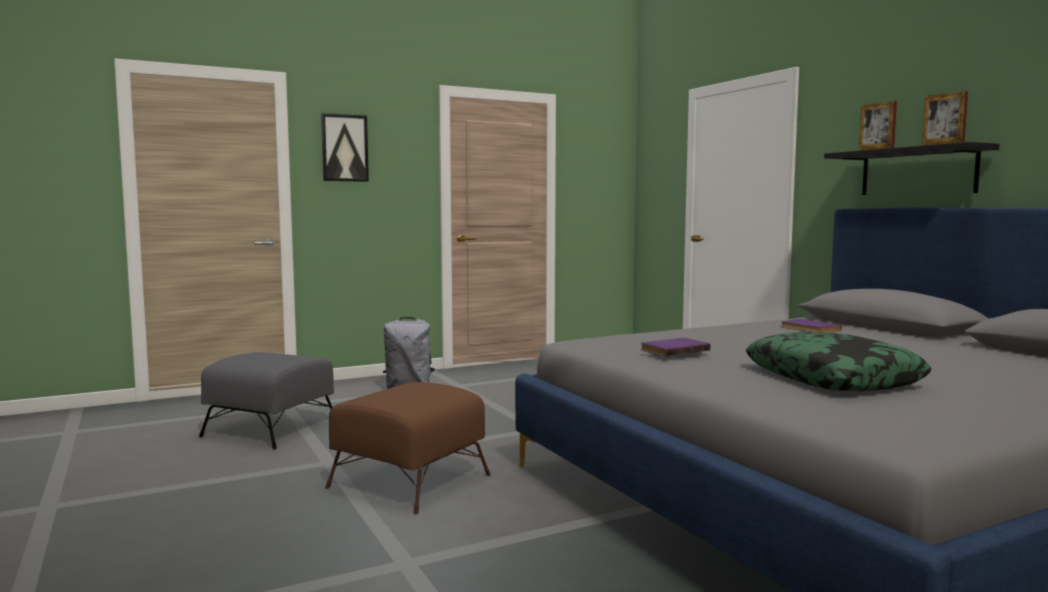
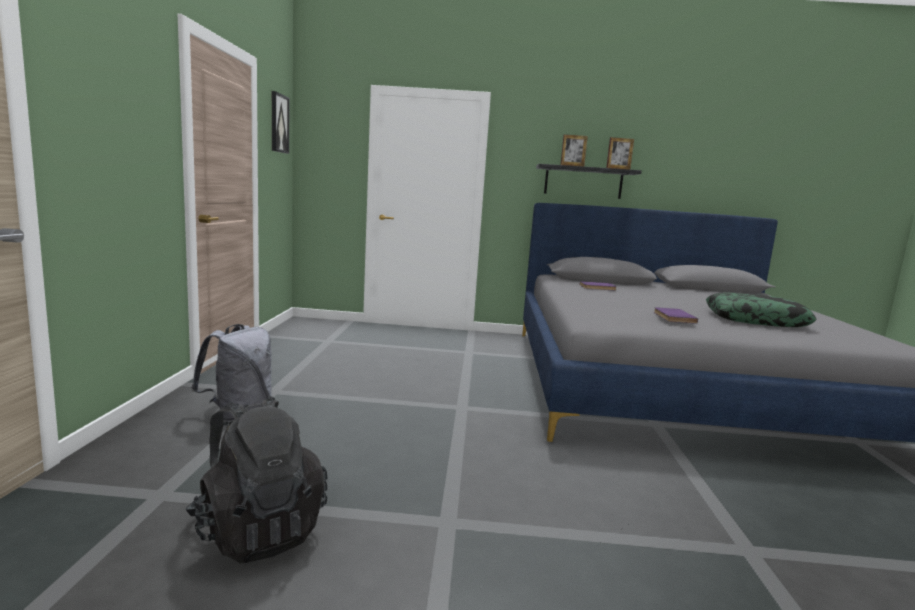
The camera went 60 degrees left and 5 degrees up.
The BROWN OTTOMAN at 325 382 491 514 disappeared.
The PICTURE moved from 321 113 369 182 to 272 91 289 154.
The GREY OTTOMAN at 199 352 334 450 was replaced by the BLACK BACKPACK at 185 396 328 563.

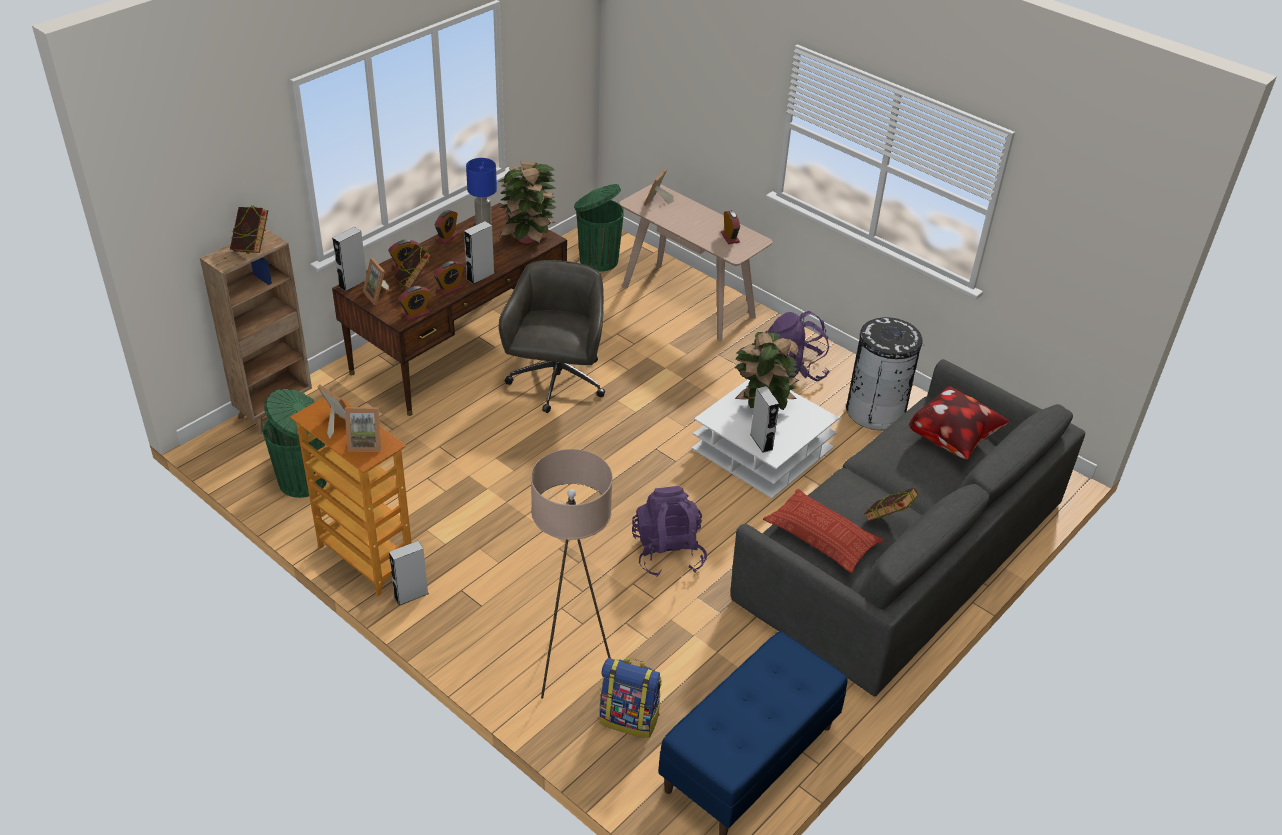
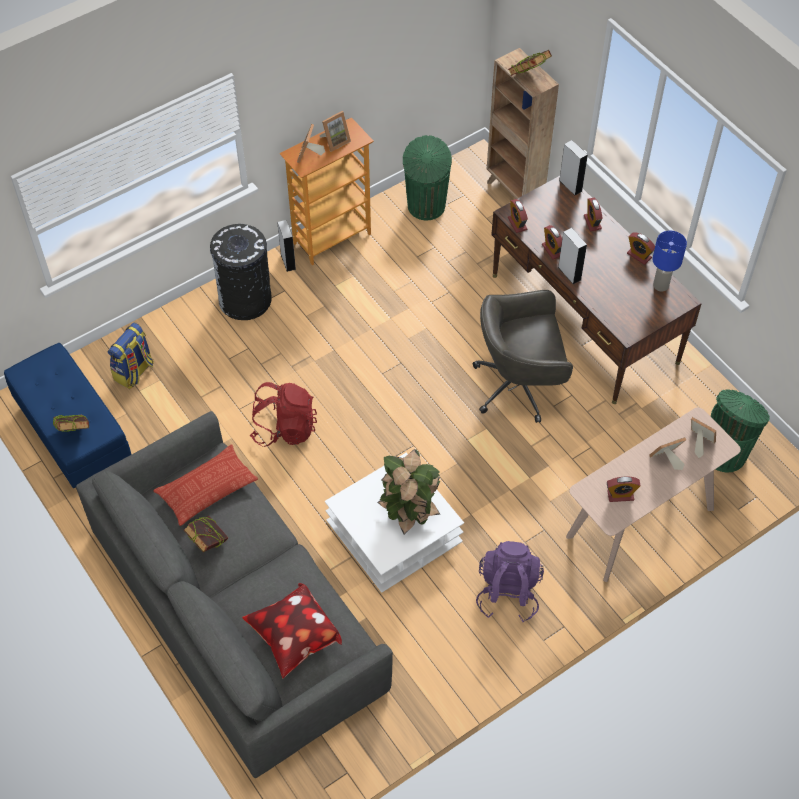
The camera went 105 degrees right and 15 degrees up.
The POTTED PLANT at 499 161 557 244 disappeared.
The BEIGE FLOOR LAMP at 531 449 613 699 disappeared.
The GREY SPEAKER at 750 386 779 453 disappeared.
The PICTURE FRAME moved from 363 258 389 305 to 650 437 686 470.
The BOOK moved from 394 244 432 288 to 53 415 89 432.
The BLACK TRASH CAN moved from 846 317 924 430 to 210 224 272 320.
The PURPLE BACKPACK at 632 486 707 577 became the RED BACKPACK at 250 382 317 447.
The GREY OFFICE CHAIR at 499 260 605 413 turned 150 degrees clockwise.

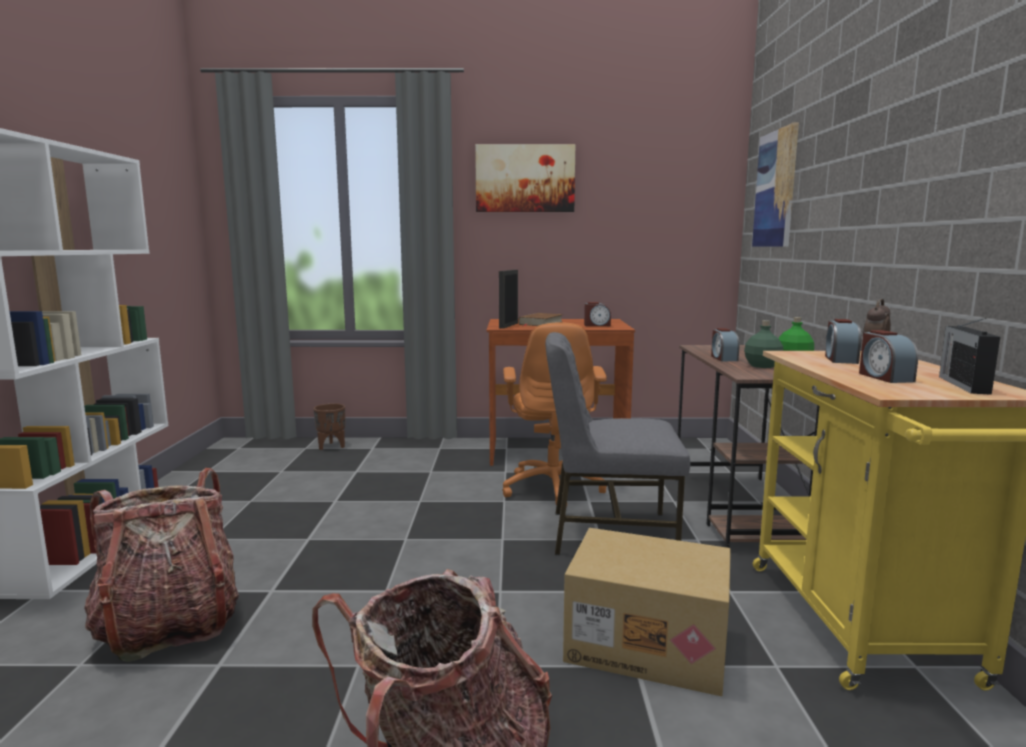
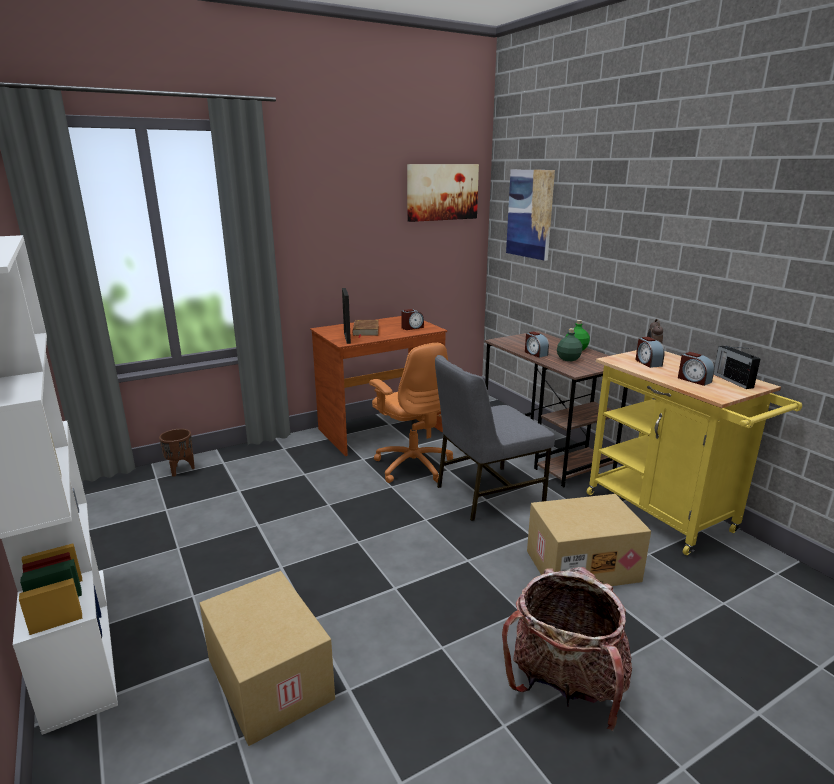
The camera went 30 degrees left and 10 degrees up.
The PICTURE moved from 475 144 575 212 to 407 164 479 222.
The BACKPACK at 84 468 239 662 was replaced by the CARDBOARD BOX at 199 571 335 746.

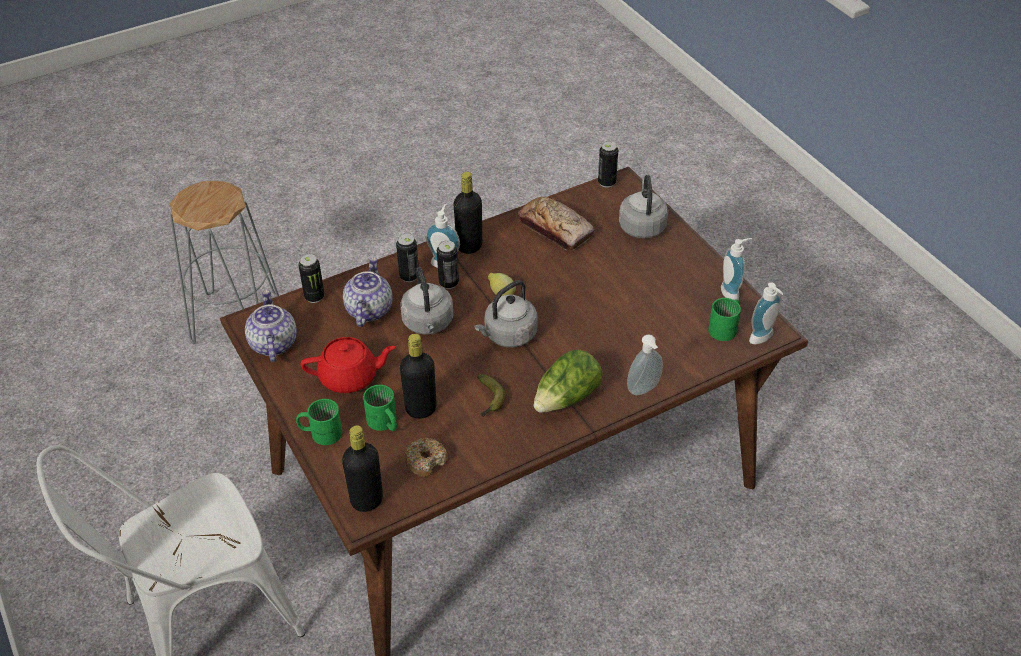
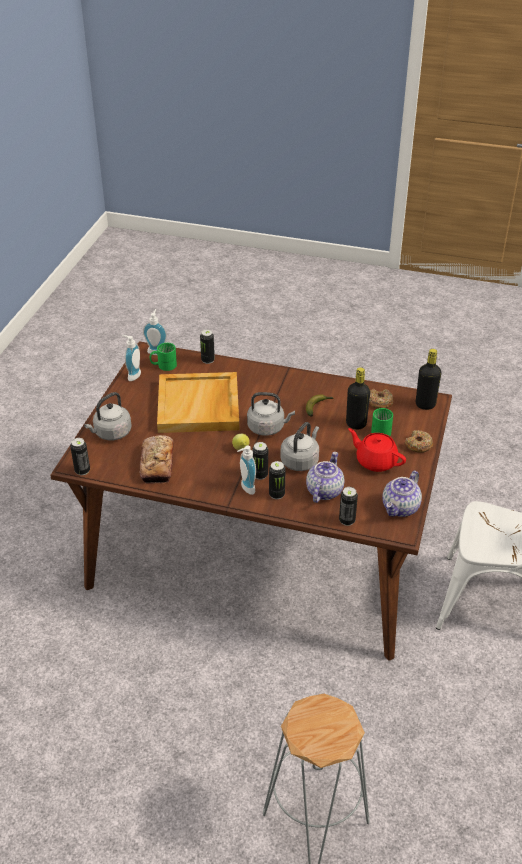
The camera went 135 degrees left and 5 degrees down.
The BLACK BOTTLE at 454 172 482 254 disappeared.
The LETTUCE at 533 350 603 413 disappeared.
The SOAP DISPENSER at 627 334 663 395 disappeared.
The BEIGE TRAY at 157 372 239 433 appeared.
The CAN at 200 330 215 364 appeared.
The GREEN MUG at 296 399 342 445 was replaced by the DONUT at 405 430 433 453.
The TEAPOT at 343 257 392 327 turned 150 degrees clockwise.

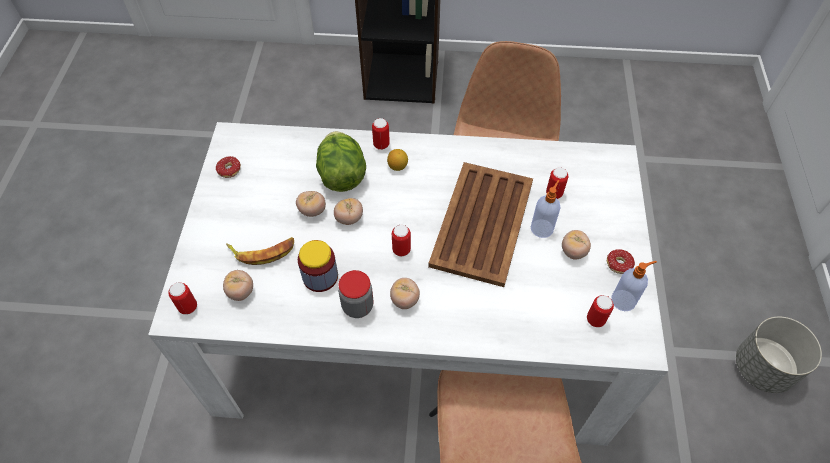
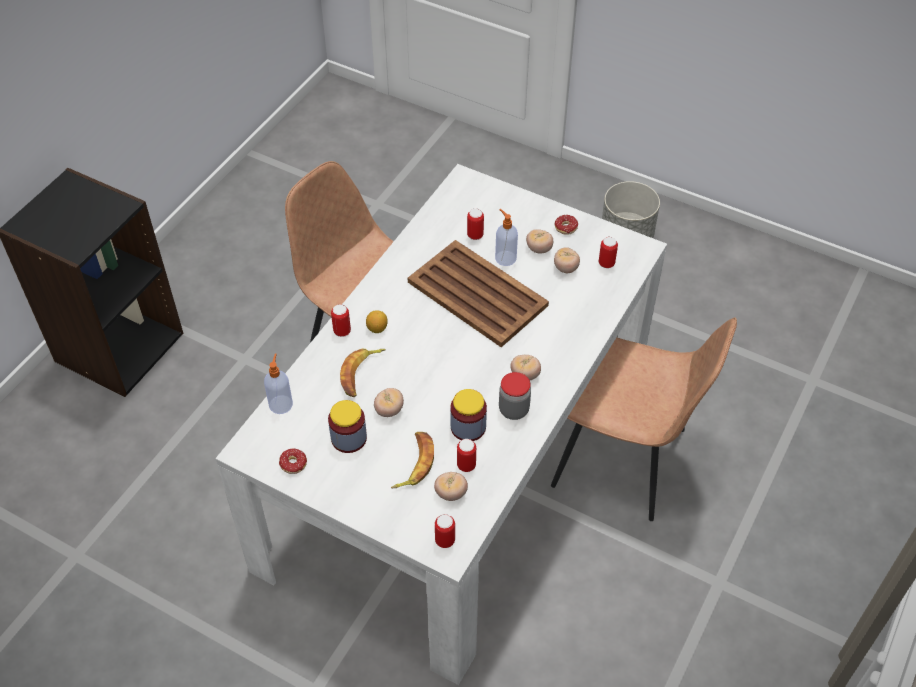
The camera went 65 degrees left and 5 degrees down.
The JAR at 328 400 367 453 appeared.
The TOMATO moved from 334 198 363 225 to 554 247 580 273.
The CAN moved from 392 225 411 256 to 457 439 476 472.
The SOAP DISPENSER moved from 611 261 657 311 to 264 353 293 414.
The LETTUCE at 316 131 366 192 was replaced by the BANANA at 340 348 386 397.

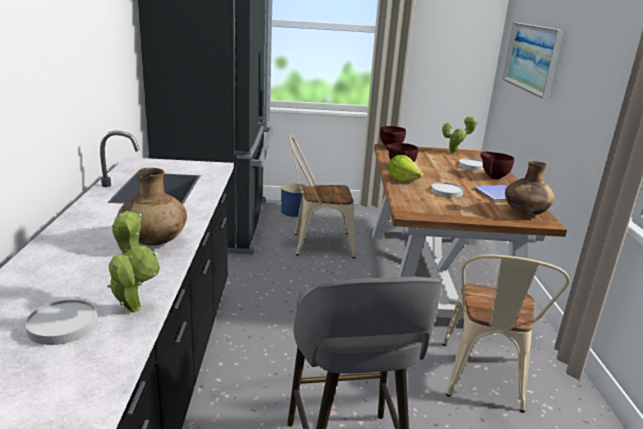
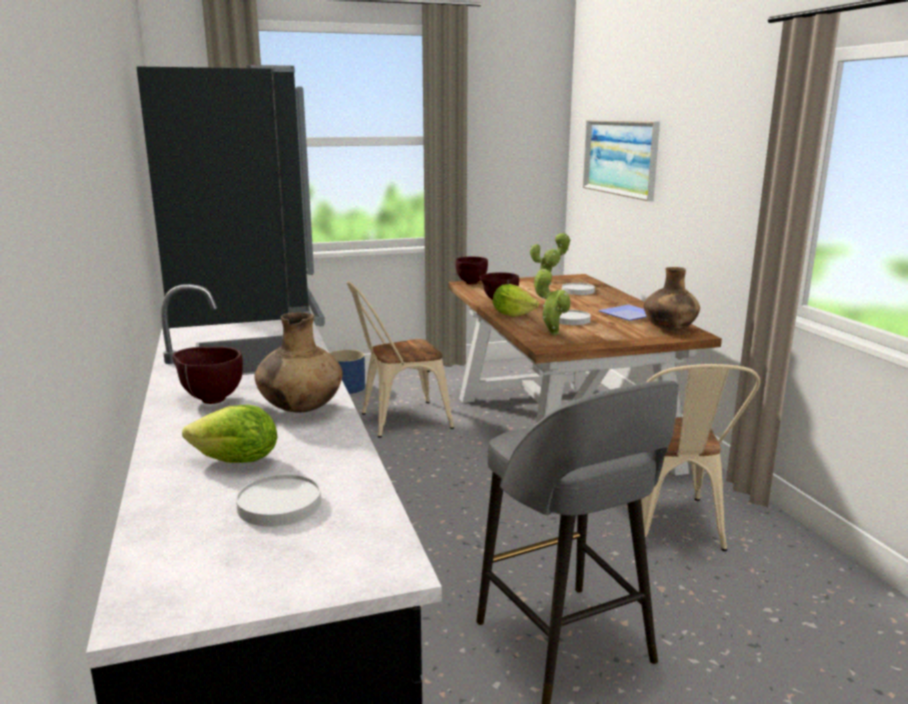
The camera went 15 degrees left and 5 degrees down.
The LETTUCE at 182 405 277 463 appeared.
The POTTED PLANT moved from 107 211 160 312 to 534 269 571 335.
The BROWN BOWL moved from 480 152 514 179 to 172 347 243 404.

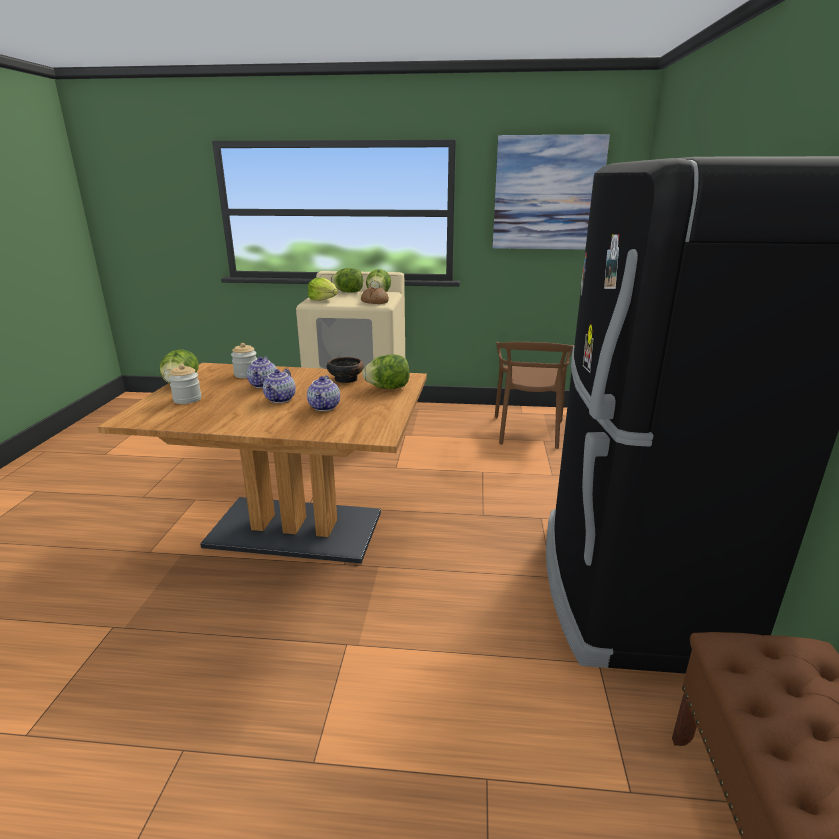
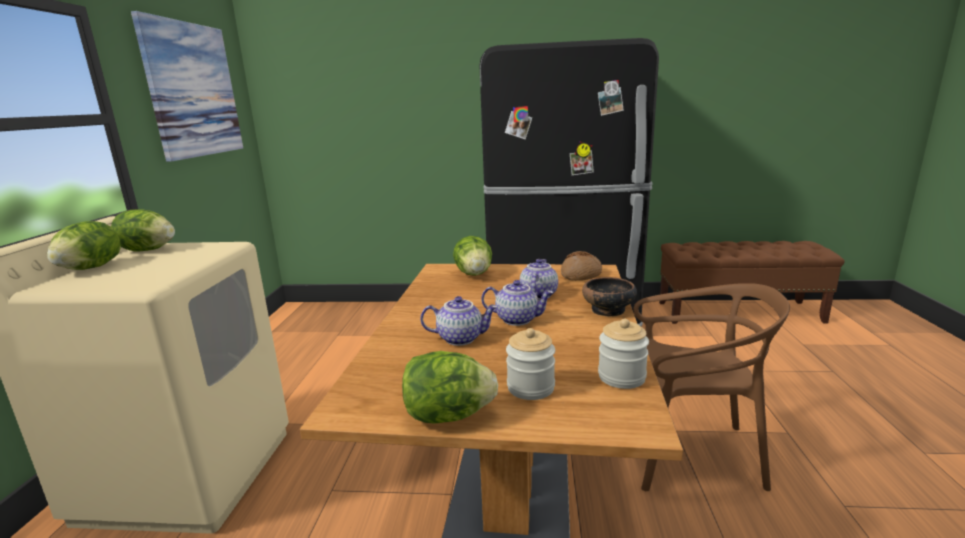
The camera went 90 degrees left and 5 degrees down.
The LETTUCE at 308 278 338 301 disappeared.
The JAR moved from 231 343 257 378 to 598 319 649 389.
The BOWL moved from 327 357 364 383 to 582 277 637 317.
The BREAD moved from 361 287 389 304 to 561 251 602 281.
The BROWN CHAIR moved from 495 342 574 449 to 633 283 790 491.
The TEAPOT at 307 375 340 411 turned 75 degrees counterclockwise.

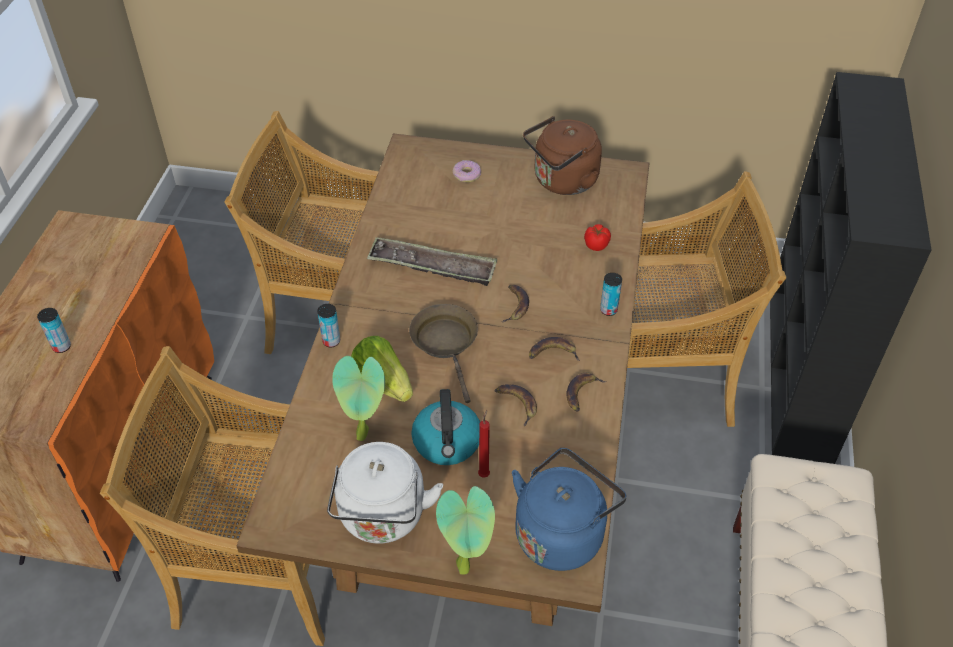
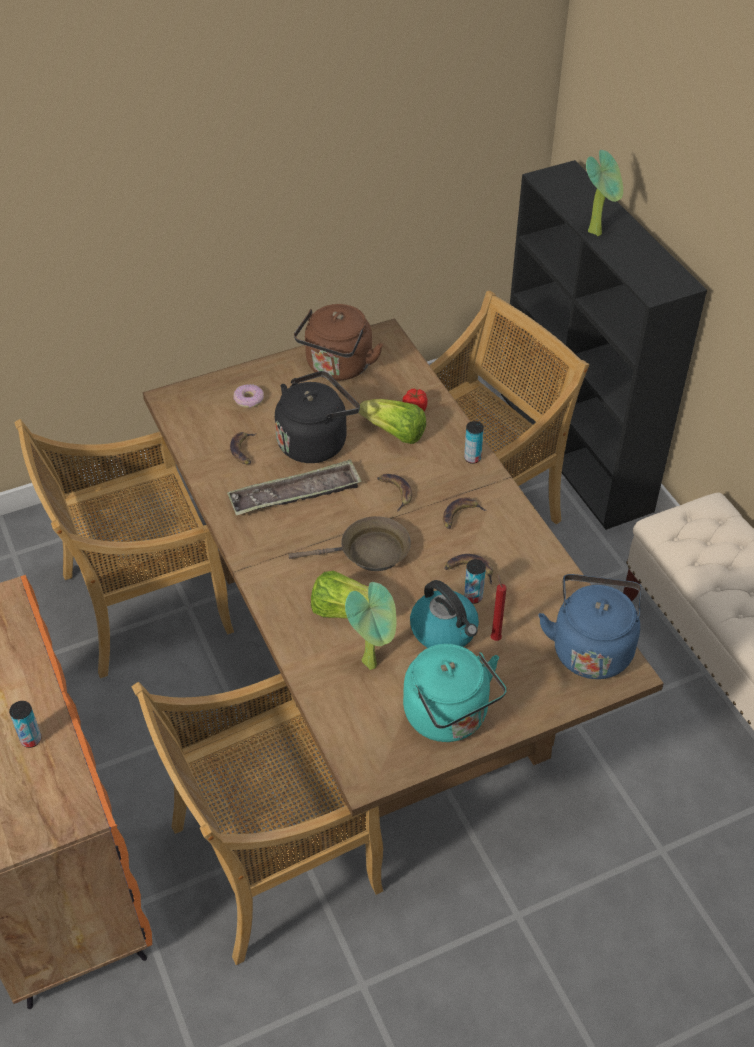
The camera went 35 degrees left and 0 degrees up.
The BLACK KETTLE at 275 371 360 463 appeared.
The LETTUCE at 358 399 426 444 appeared.
The CAN moved from 317 304 340 347 to 464 559 486 604.
The POTTED PLANT moved from 436 486 495 574 to 586 150 623 236.
The BANANA moved from 566 372 606 412 to 230 432 256 464.
The WHITE KETTLE at 327 442 443 544 became the TURQUOISE KETTLE at 403 644 507 742.
The BROWN FRYING PAN at 409 304 478 403 turned 135 degrees clockwise.

